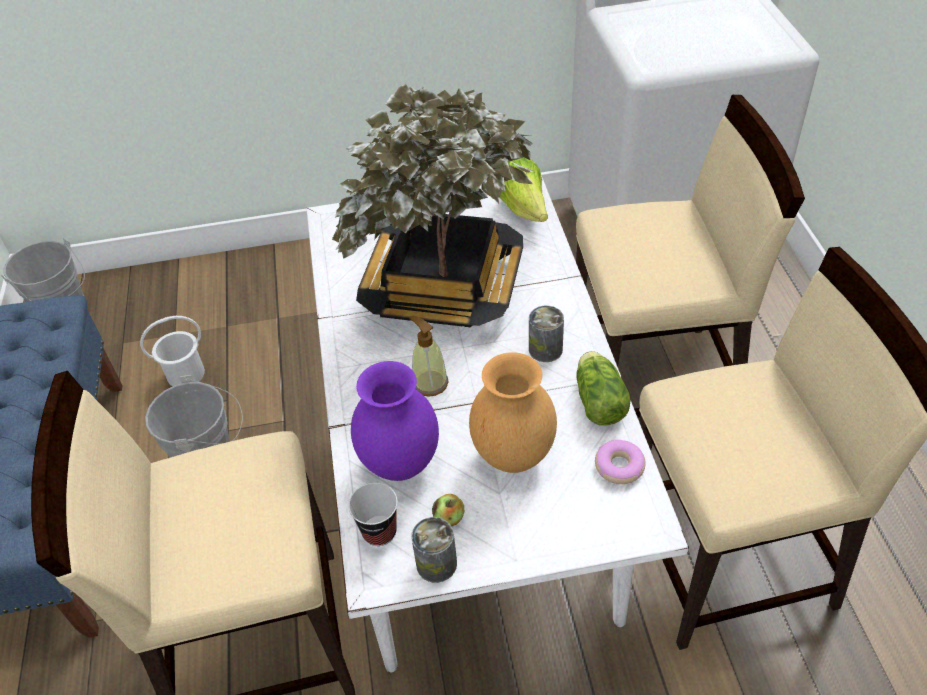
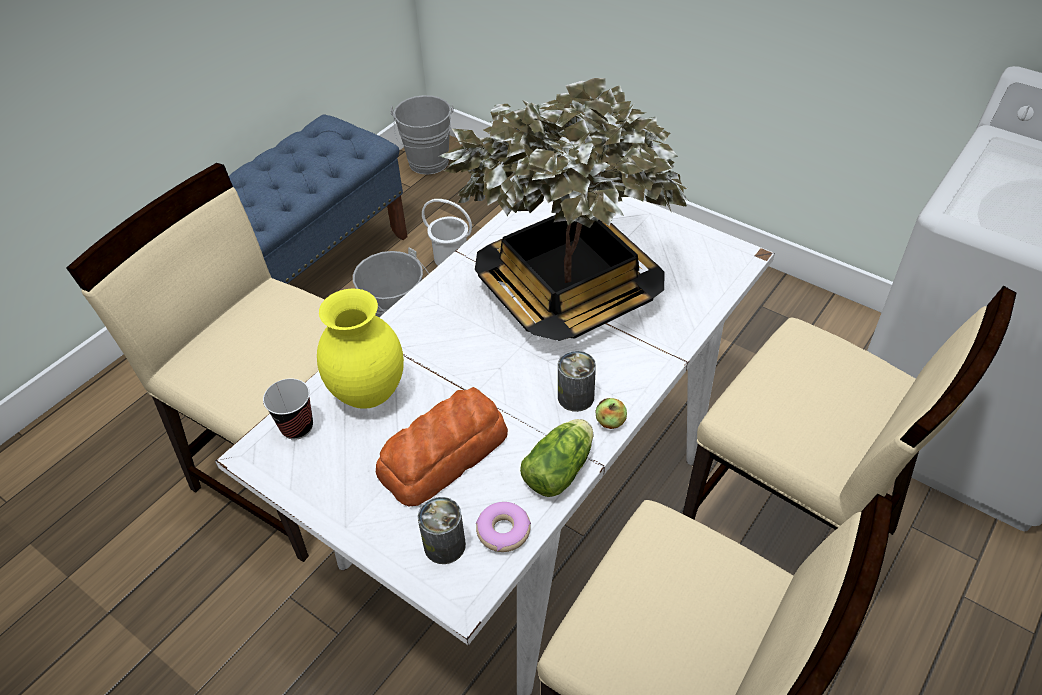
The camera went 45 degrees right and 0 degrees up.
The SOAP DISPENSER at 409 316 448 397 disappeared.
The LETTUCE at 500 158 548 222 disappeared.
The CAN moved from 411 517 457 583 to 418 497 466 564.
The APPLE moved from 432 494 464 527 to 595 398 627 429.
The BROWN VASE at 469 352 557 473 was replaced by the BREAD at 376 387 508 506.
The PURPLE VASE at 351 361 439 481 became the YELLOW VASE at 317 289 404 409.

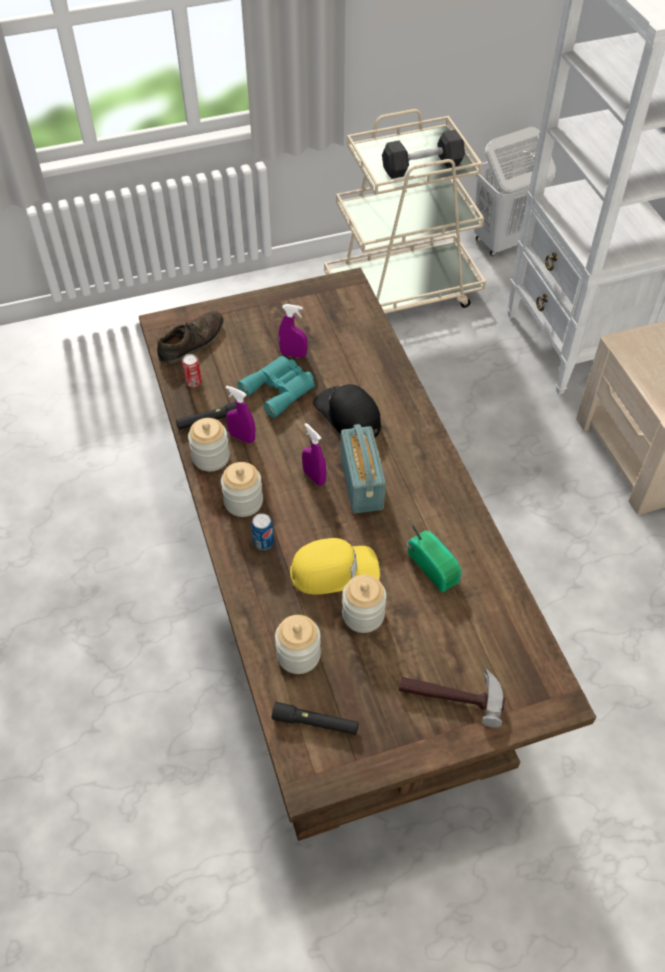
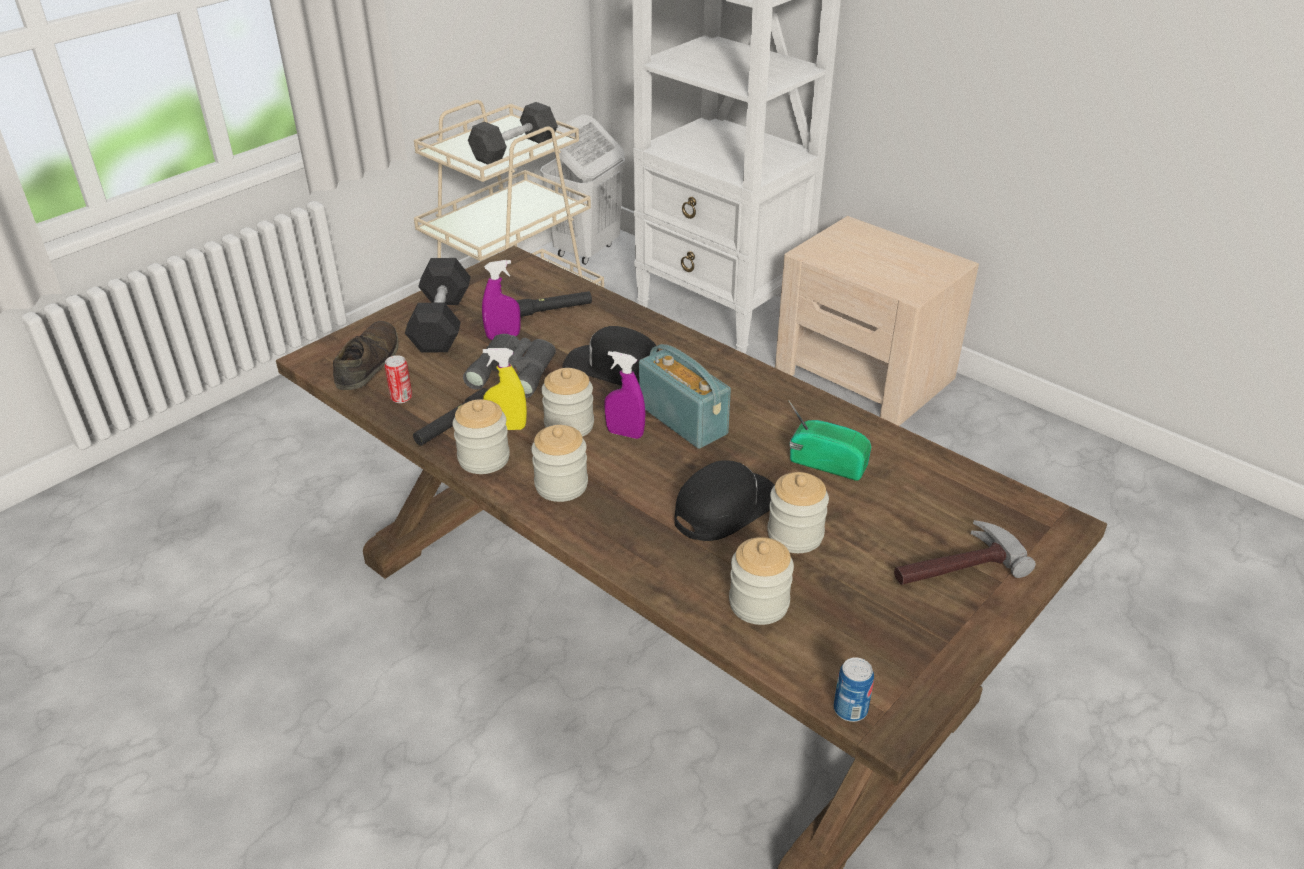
The camera went 30 degrees left and 15 degrees down.
The BLACK DUMBBELL at 405 258 471 353 appeared.
The JAR at 541 368 594 437 appeared.
The CAN moved from 251 513 274 550 to 834 657 874 722.
The BLACK FLASHLIGHT moved from 272 702 359 735 to 516 291 592 317.
The PURPLE SPRAY BOTTLE at 226 386 255 444 became the YELLOW SPRAY BOTTLE at 483 348 527 430.
The TURQUOISE BINOCULARS at 238 356 315 418 became the GREY BINOCULARS at 463 334 556 398.
The YELLOW CAP at 290 538 380 595 became the BLACK CAP at 674 460 774 541.

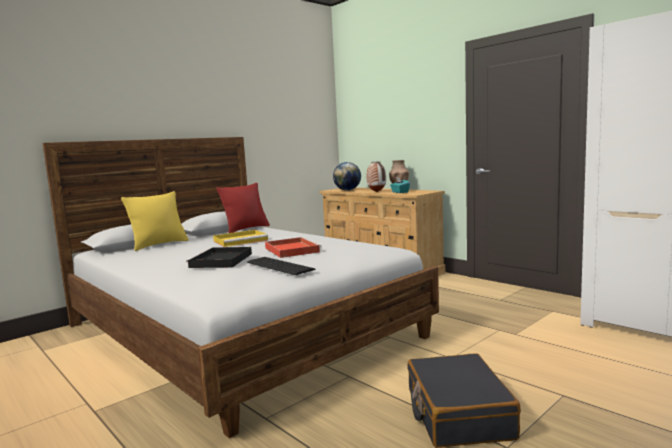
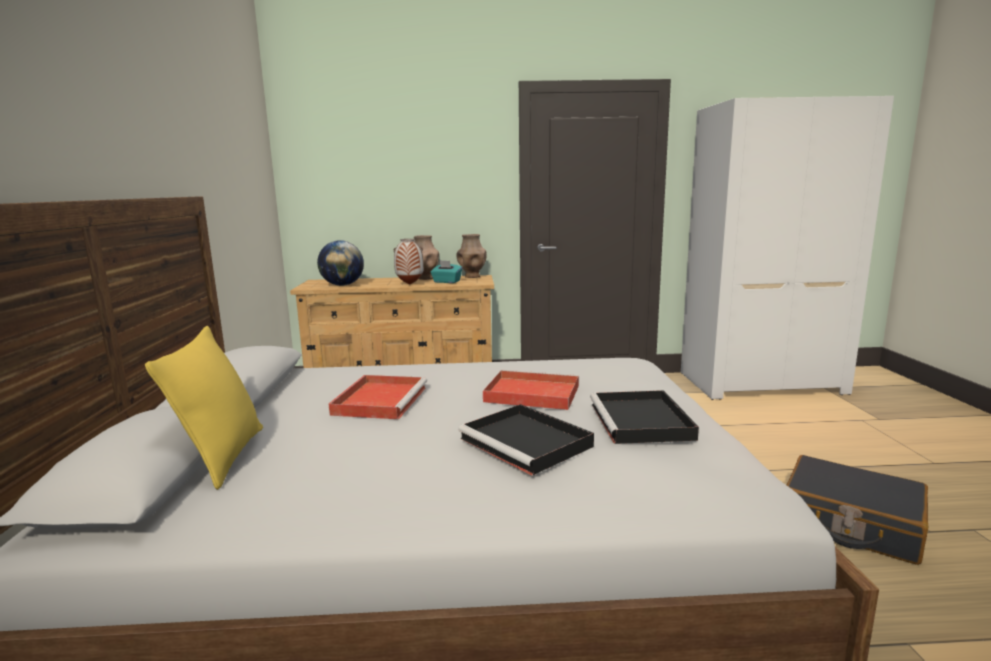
The camera went 50 degrees left and 5 degrees up.
The RED PILLOW at 216 183 270 233 disappeared.
The BROWN VASE at 456 234 487 278 appeared.
The KEYBOARD at 247 257 316 275 was replaced by the BLACK TRAY at 590 390 699 444.
The YELLOW TRAY at 213 230 268 247 became the RED TRAY at 329 375 427 419.

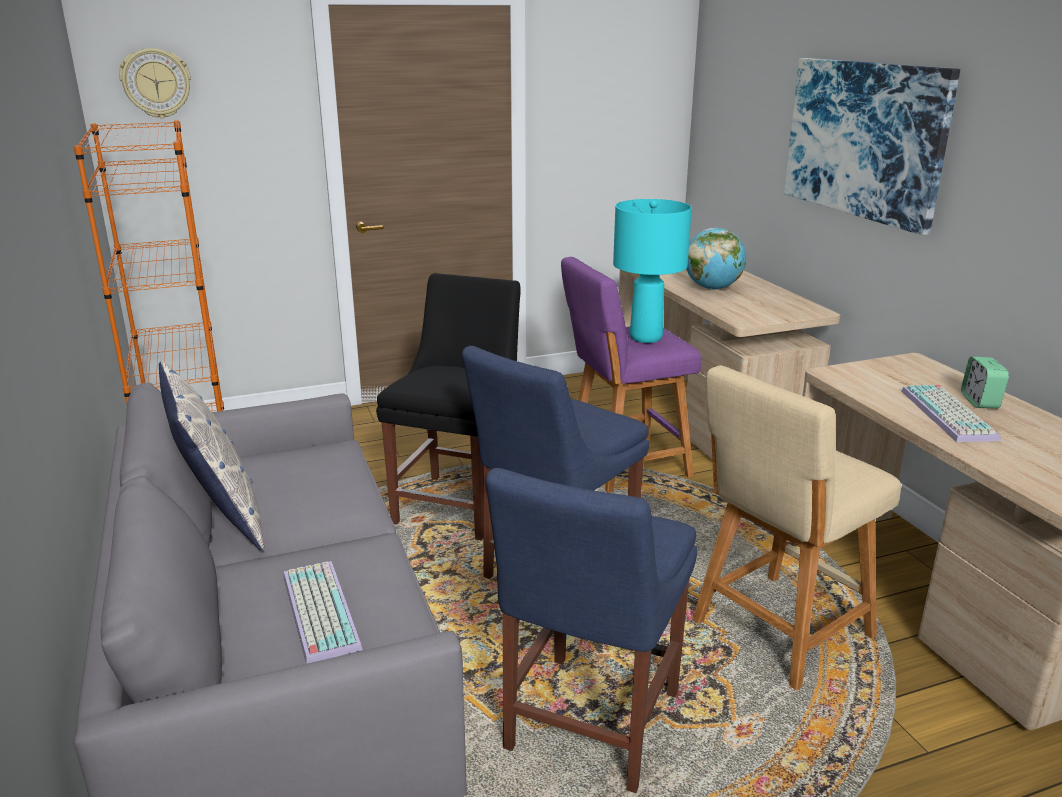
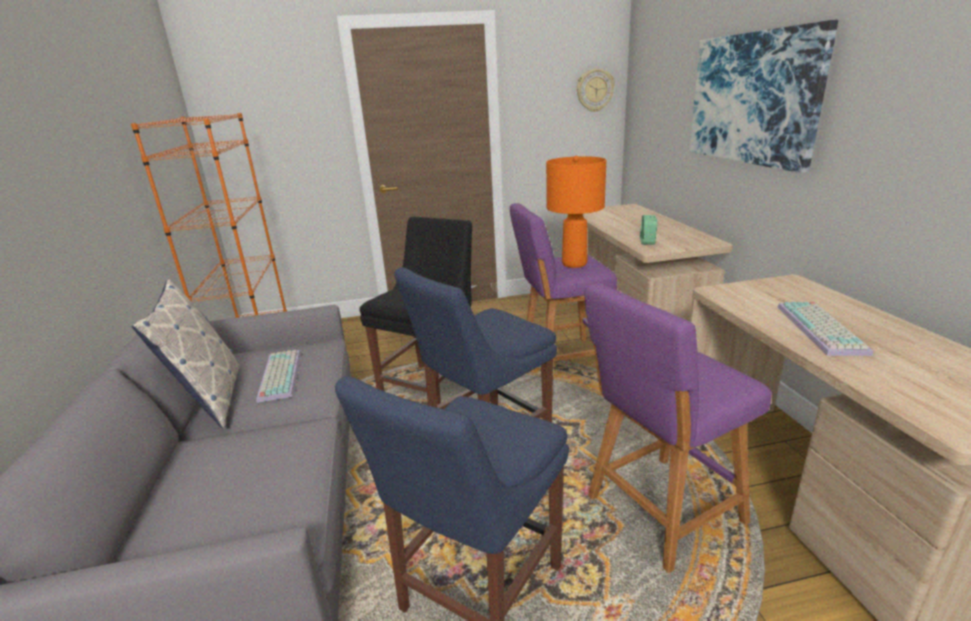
The camera went 10 degrees right and 0 degrees up.
The GLOBE at 686 228 746 290 disappeared.
The WALL CLOCK moved from 119 48 191 118 to 577 69 615 112.
The KEYBOARD moved from 284 561 363 664 to 256 350 301 403.
The ALARM CLOCK moved from 961 356 1009 409 to 640 215 658 245.
The TURQUOISE TABLE LAMP at 613 199 692 343 became the ORANGE TABLE LAMP at 546 156 607 268.
The BEIGE STOOL at 692 365 901 690 became the PURPLE STOOL at 584 283 772 573.

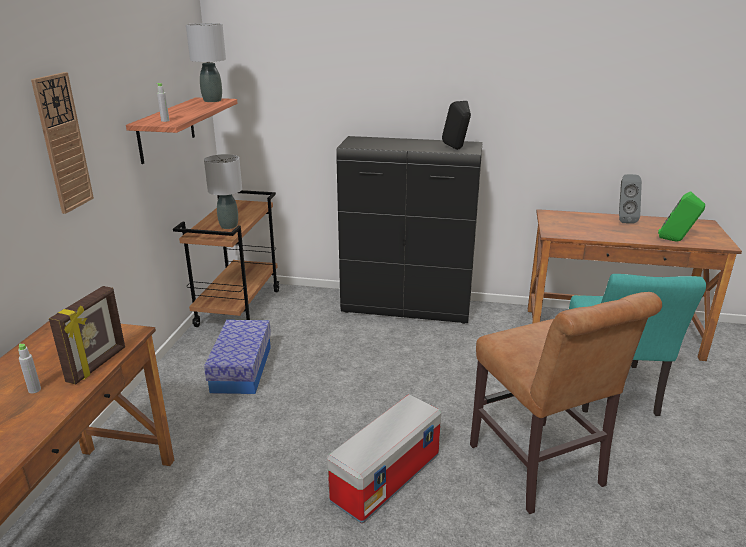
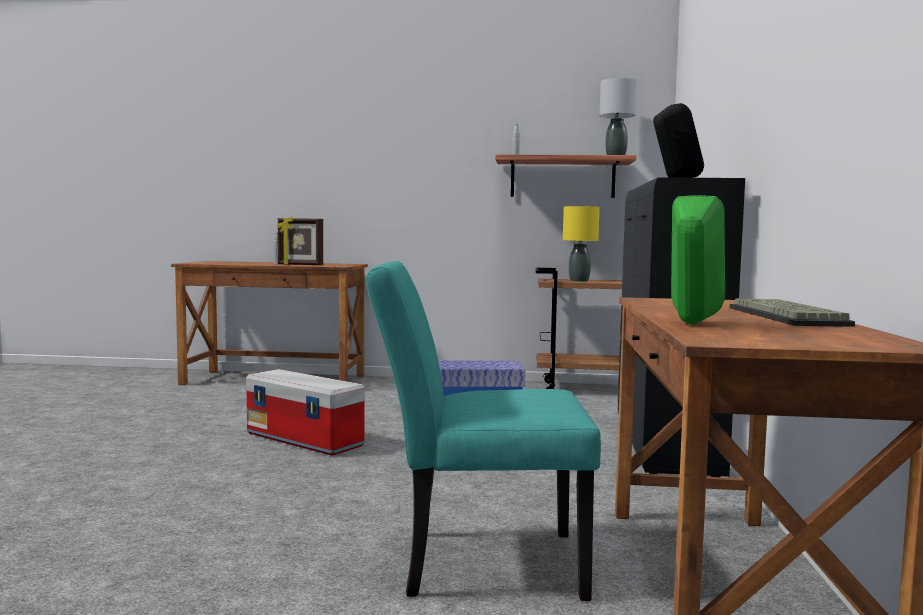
The camera went 85 degrees right and 20 degrees down.
The WALL CLOCK at 31 72 94 214 disappeared.
The BROWN CHAIR at 470 292 662 514 disappeared.
The GREY SPEAKER at 619 174 642 223 was replaced by the KEYBOARD at 729 298 855 327.
The GREY TABLE LAMP at 204 154 242 229 became the YELLOW TABLE LAMP at 563 206 600 282.

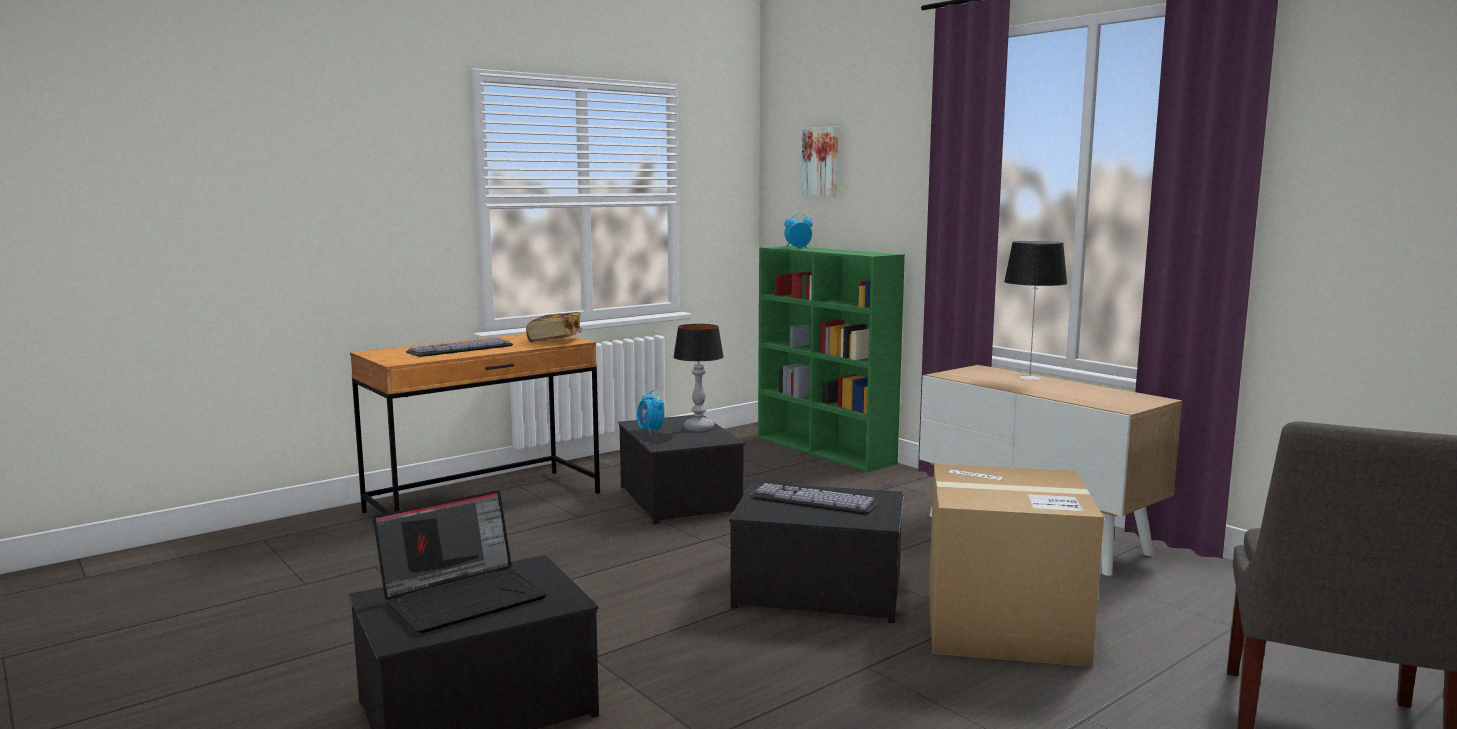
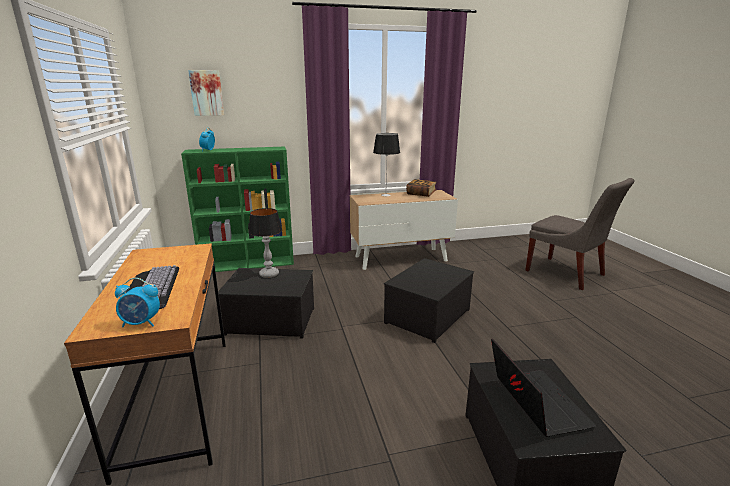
The camera went 65 degrees left and 10 degrees up.
The KEYBOARD at 750 483 878 514 disappeared.
The CARDBOARD BOX at 929 464 1104 667 disappeared.
The BOOK moved from 526 312 583 343 to 406 179 437 197.
The ALARM CLOCK moved from 637 390 664 434 to 115 278 160 327.

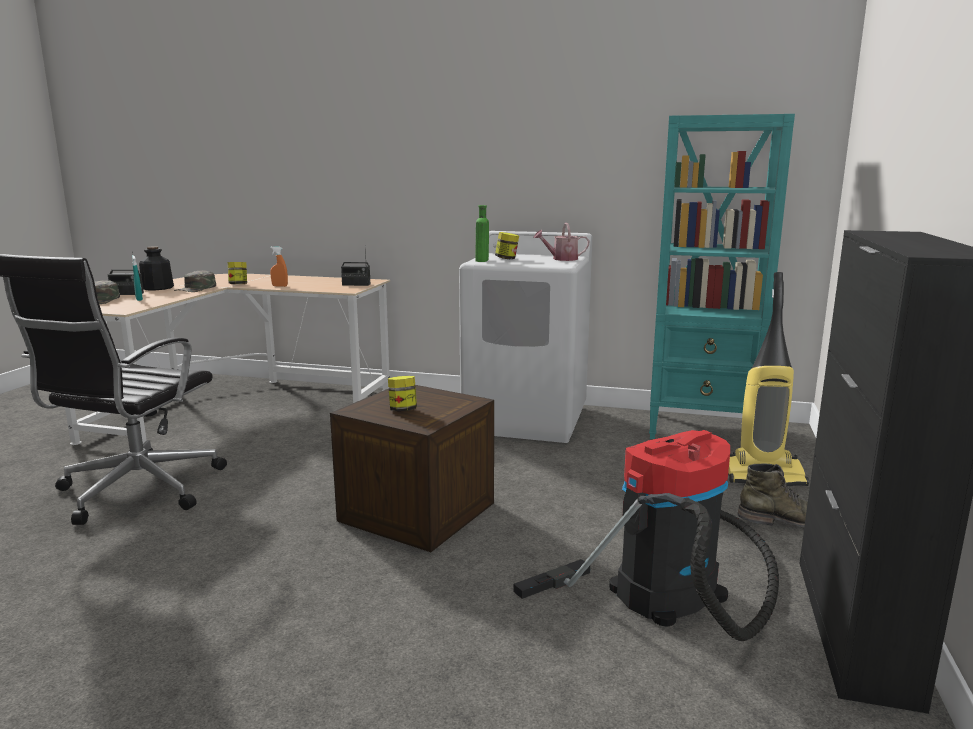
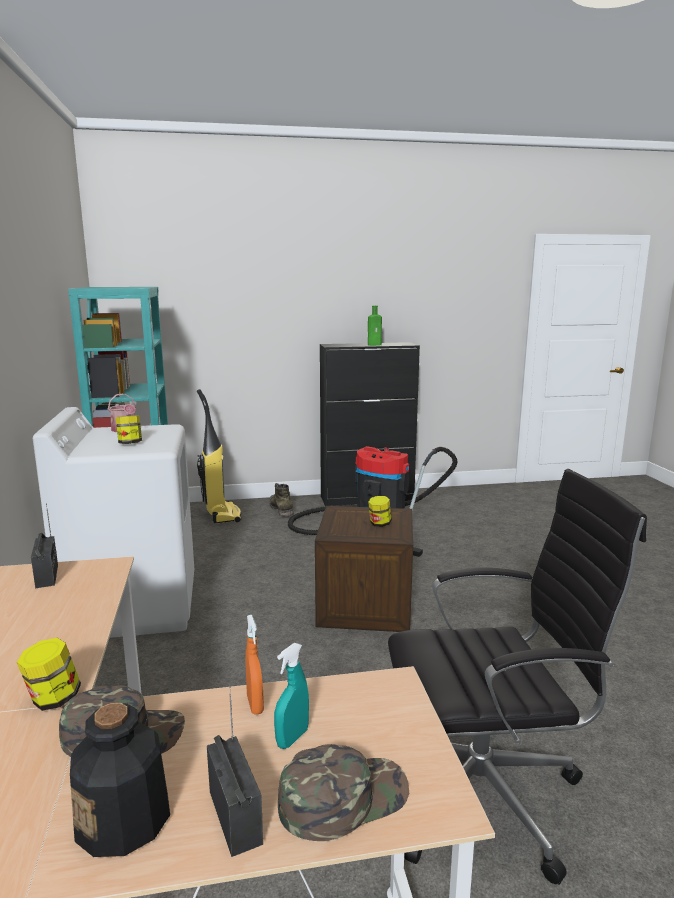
The camera went 115 degrees left and 0 degrees up.
The ORANGE SPRAY BOTTLE moved from 270 246 288 287 to 245 615 264 714.
The GREEN BOTTLE moved from 476 205 489 262 to 368 306 382 346.

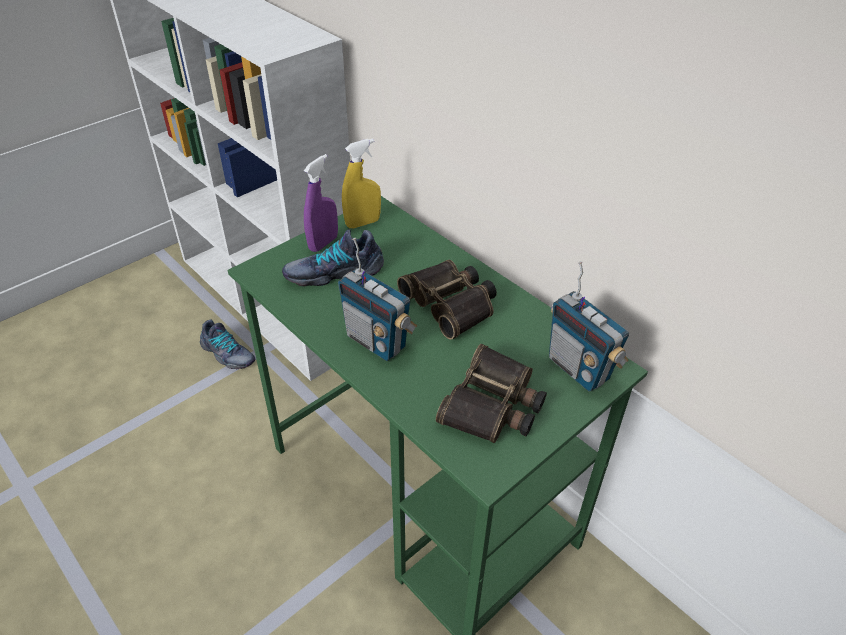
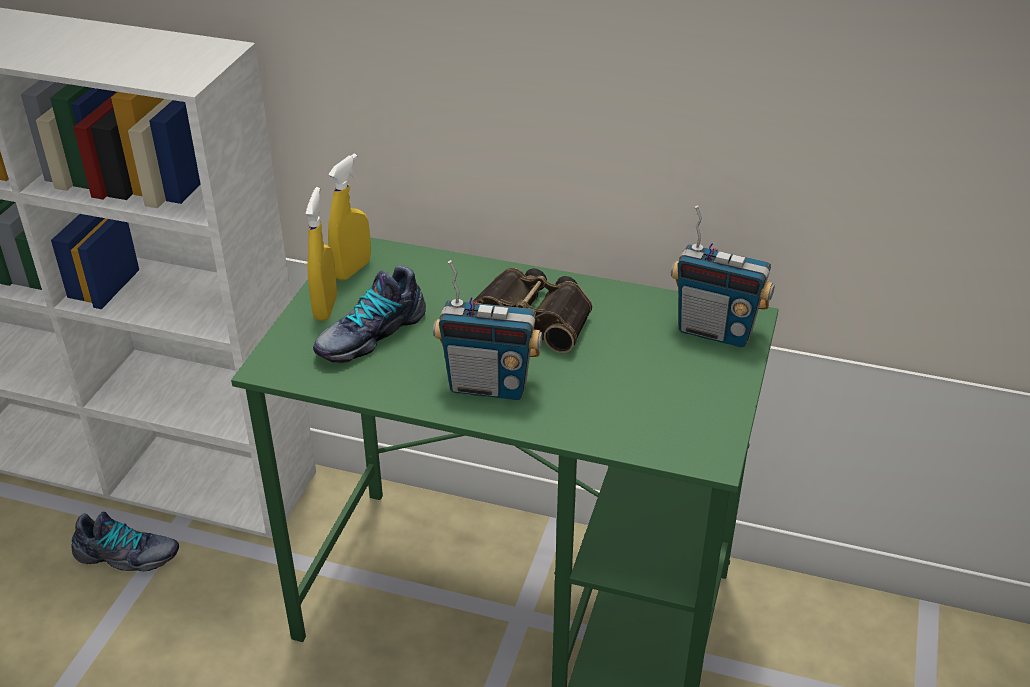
The camera went 30 degrees left and 5 degrees down.
The BINOCULARS at 436 344 547 443 disappeared.
The PURPLE SPRAY BOTTLE at 304 154 338 252 became the YELLOW SPRAY BOTTLE at 305 187 337 321.

